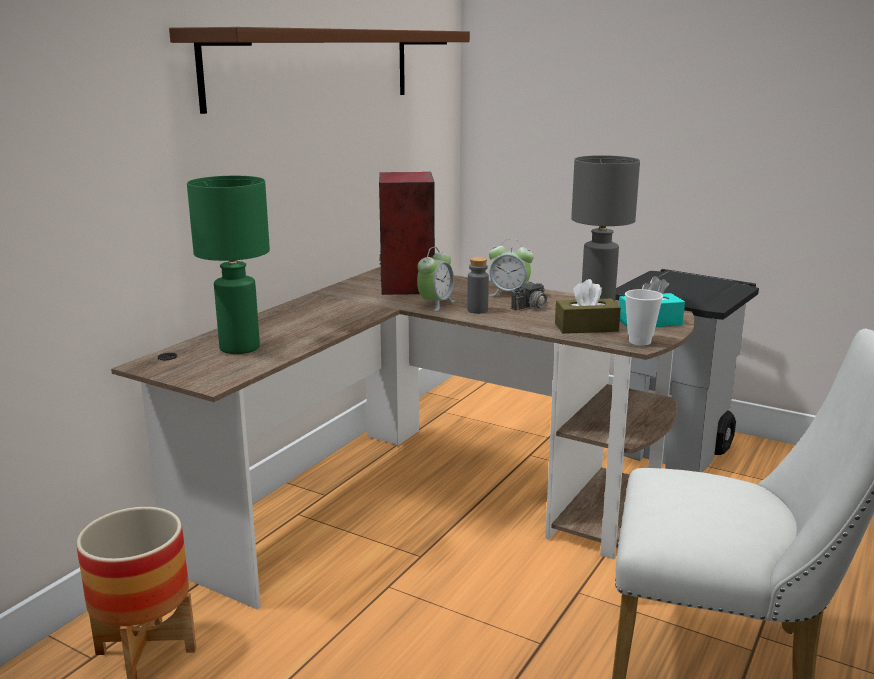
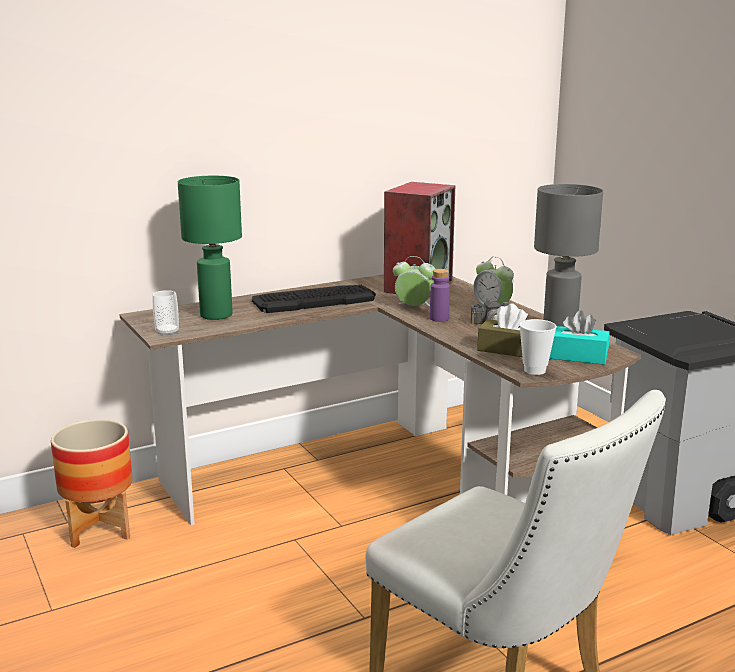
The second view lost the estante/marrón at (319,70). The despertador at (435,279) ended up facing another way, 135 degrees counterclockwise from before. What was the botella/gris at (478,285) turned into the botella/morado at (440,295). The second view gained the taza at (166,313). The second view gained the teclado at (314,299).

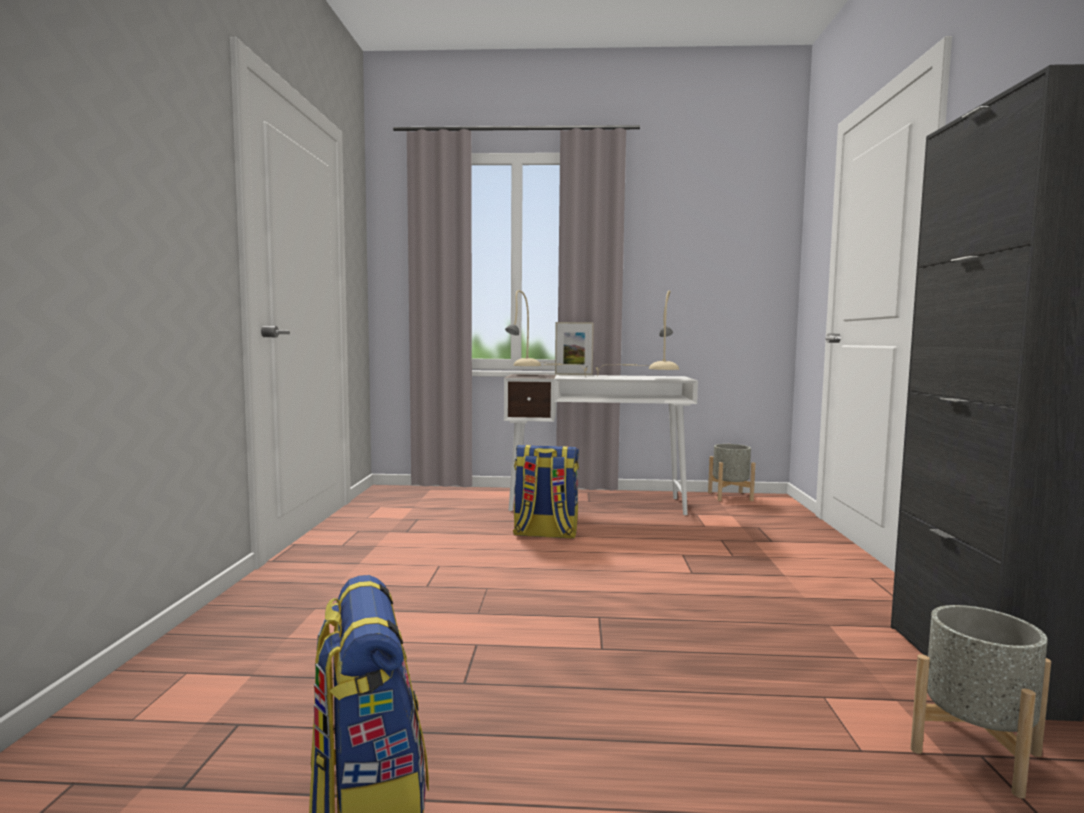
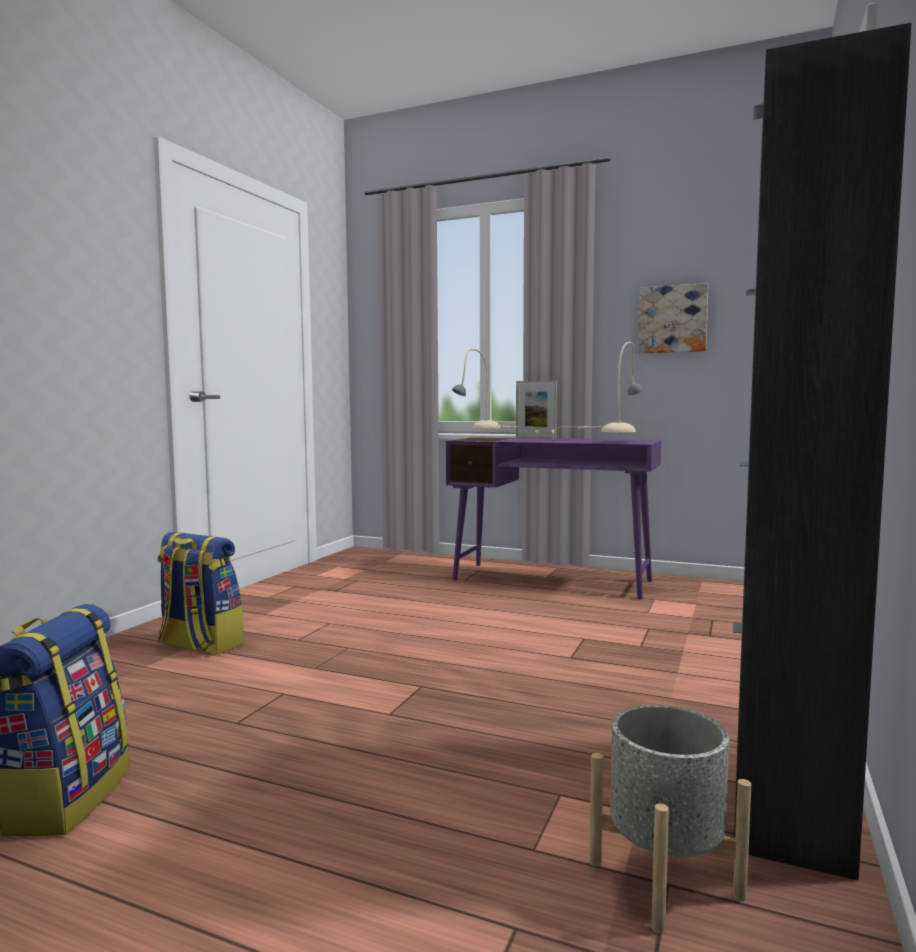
What was the escritorio/blanco at (601,444) turned into the escritorio/morado at (553,518). The mochila ended up elsewhere, having gone from (546,492) to (200,593). The second view lost the maceta/gris at (731,472). The second view gained the cuadro at (673,318).

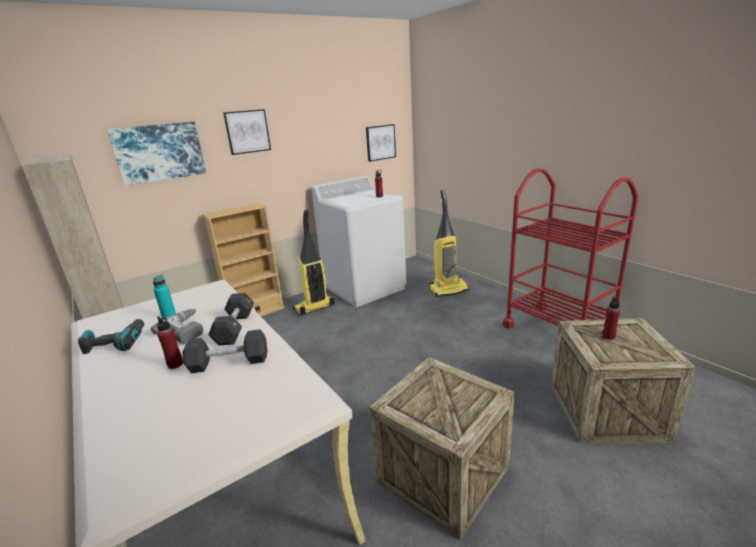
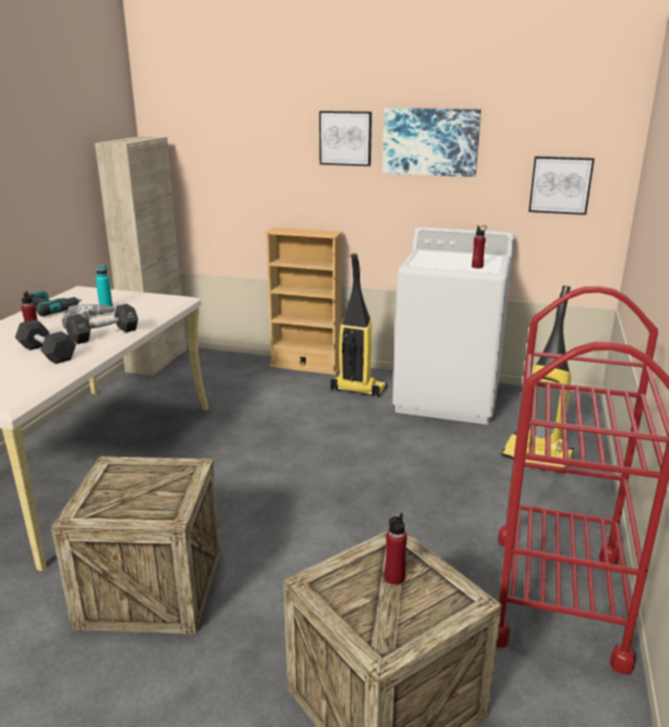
The cuadro ended up elsewhere, having gone from (156,153) to (431,142).

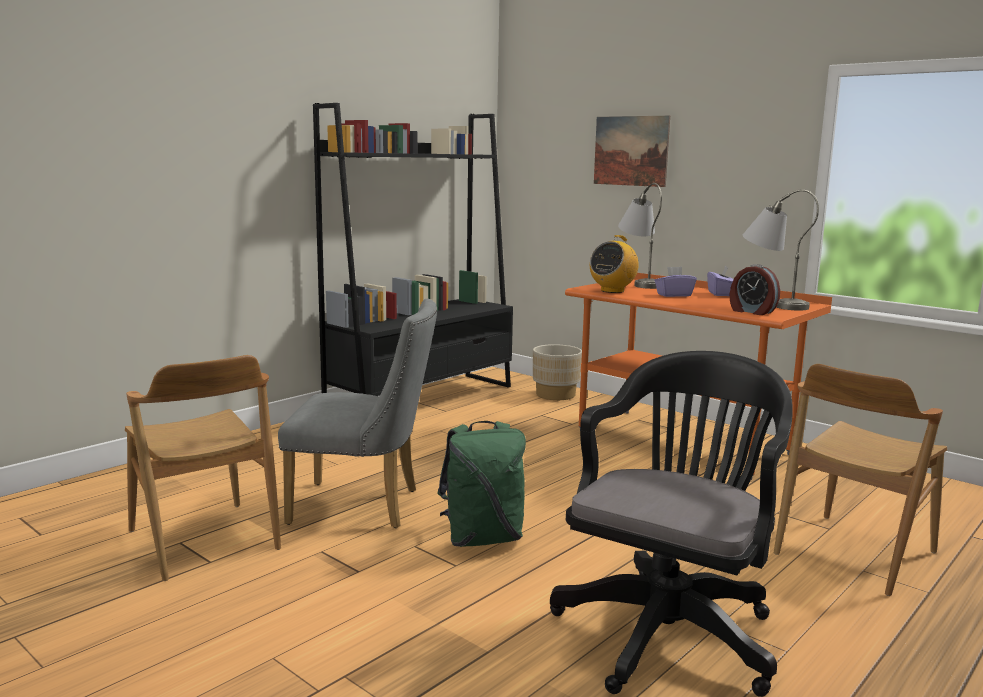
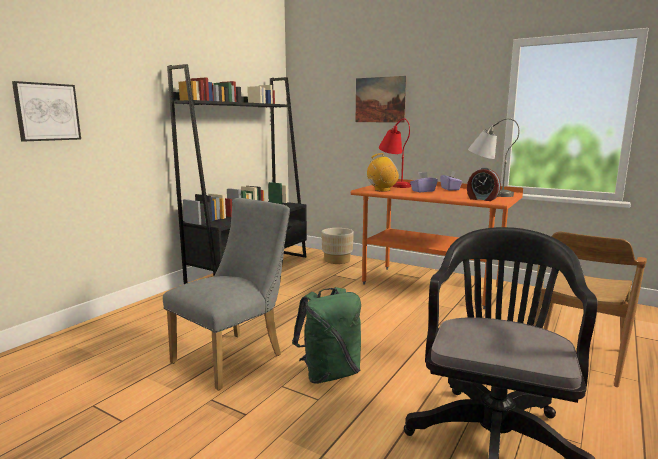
The second view lost the silla/marrón at (203,468). The silla/gris at (357,413) ended up facing another way, 45 degrees counterclockwise from before. The radio at (614,264) ended up facing another way, 135 degrees counterclockwise from before. What was the lámpara de mesa/gris at (640,236) turned into the lámpara de mesa/rojo at (395,153). The second view gained the cuadro at (46,111).

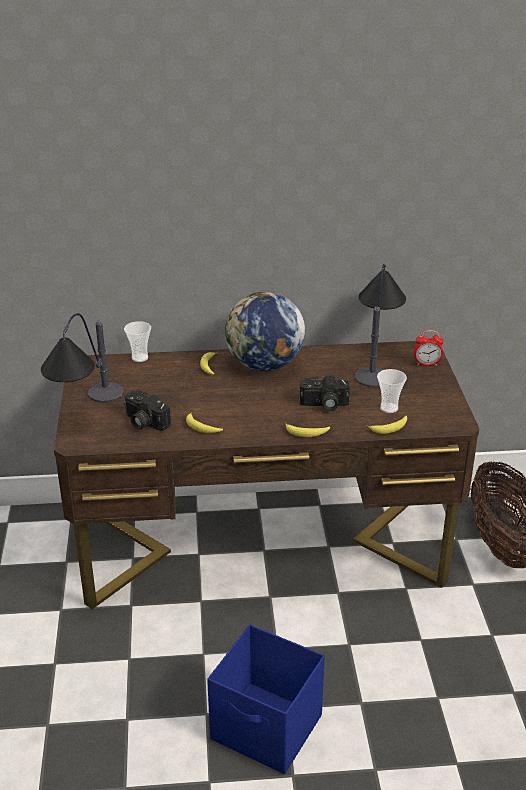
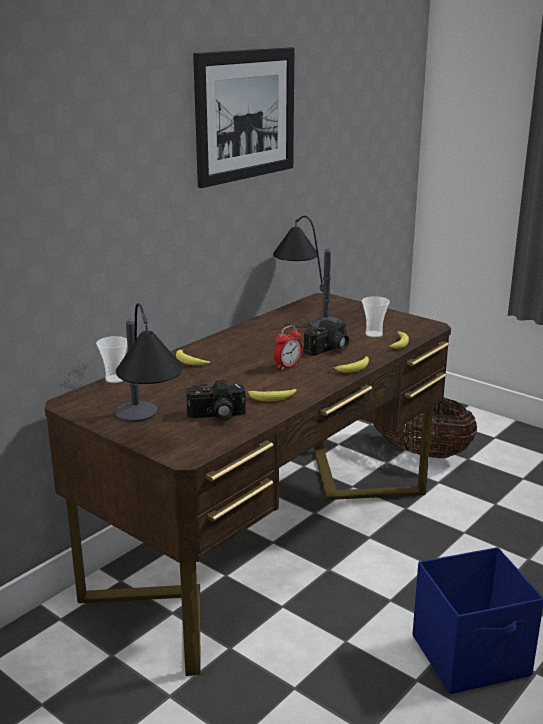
The second view lost the globo terráqueo at (265,331). The despertador ended up elsewhere, having gone from (429,348) to (288,347). The second view gained the cuadro at (244,117).

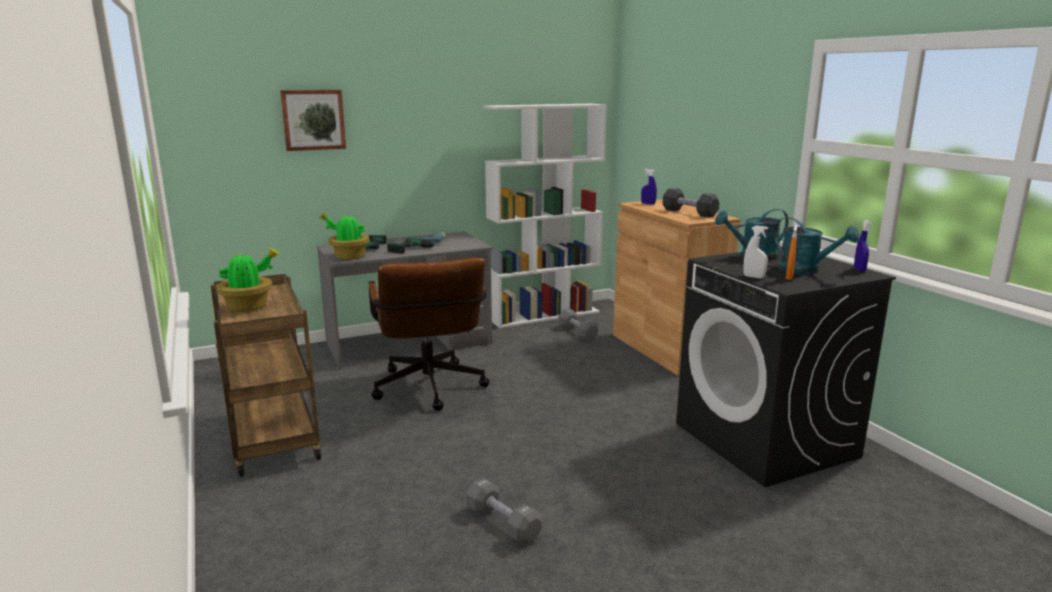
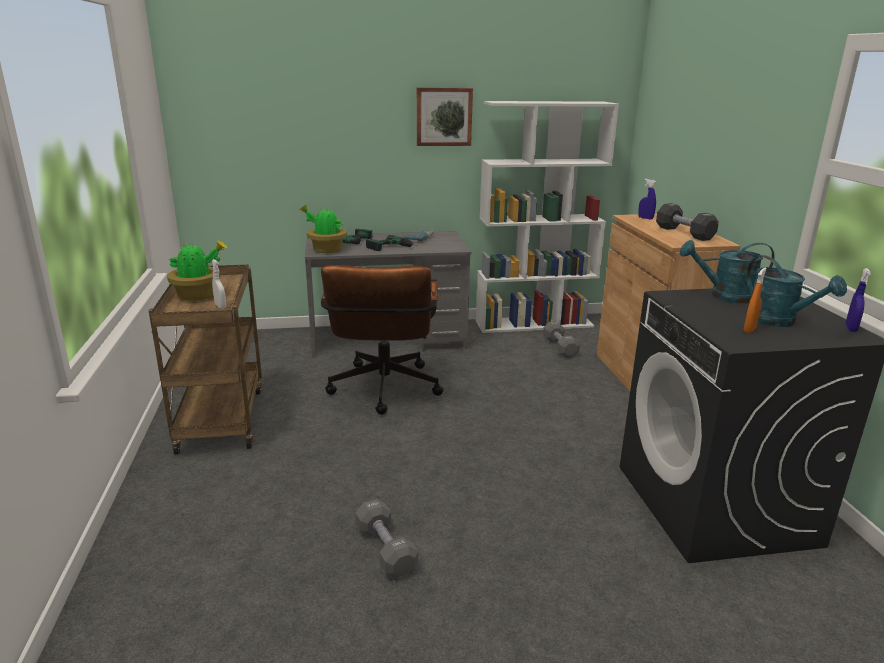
The cuadro ended up elsewhere, having gone from (313,120) to (445,116). The pulverizador/blanco ended up elsewhere, having gone from (755,251) to (219,284).

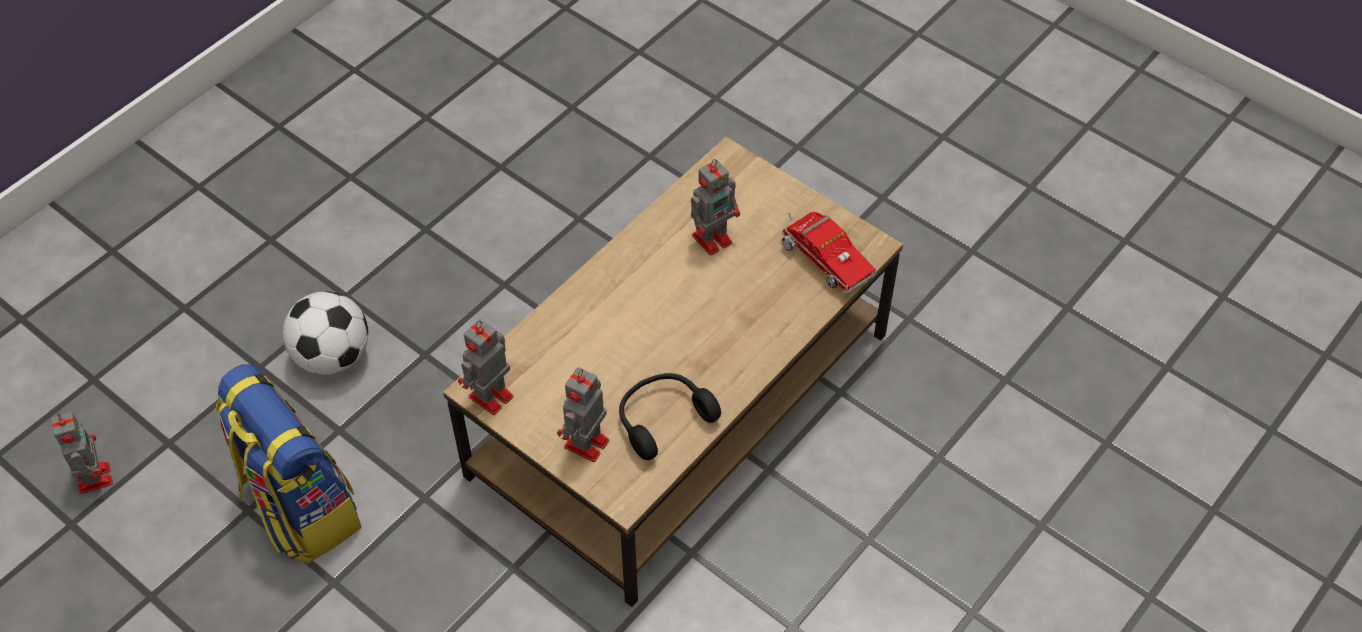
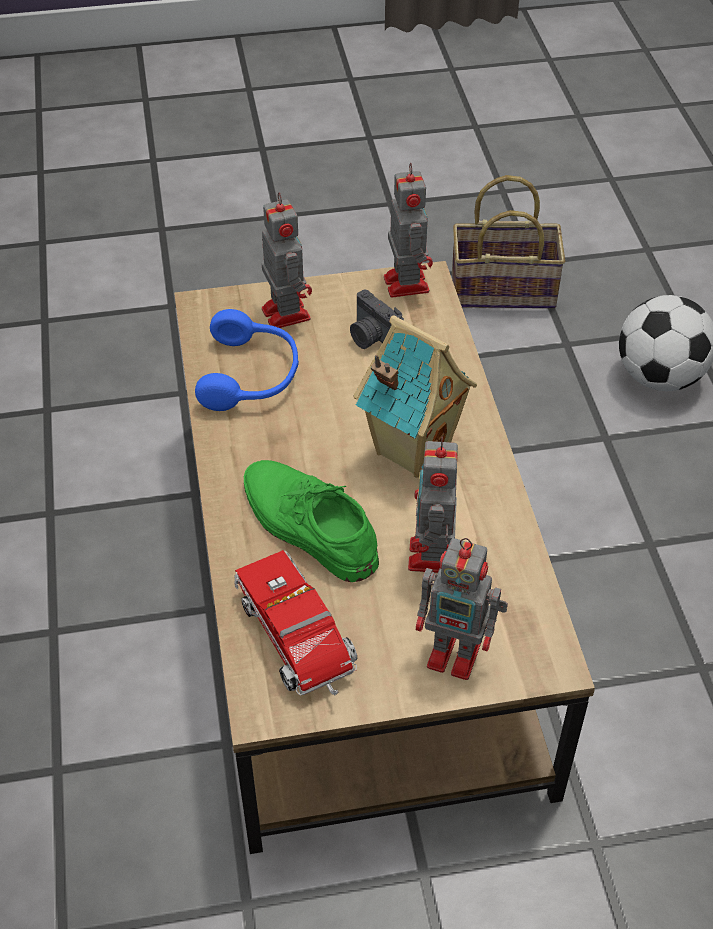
The robot de juguete ended up elsewhere, having gone from (82,453) to (462,609). Where the mochila stood at (288,464), the cesta came to stand at (508,241). What was the auriculares/negro at (670,416) turned into the auriculares/azul at (247,360). The camión de juguete at (828,253) ended up facing another way, 60 degrees clockwise from before. The second view gained the zapato/verde at (311,521). The second view gained the cámara at (377,319). The second view gained the casita at (415,396).

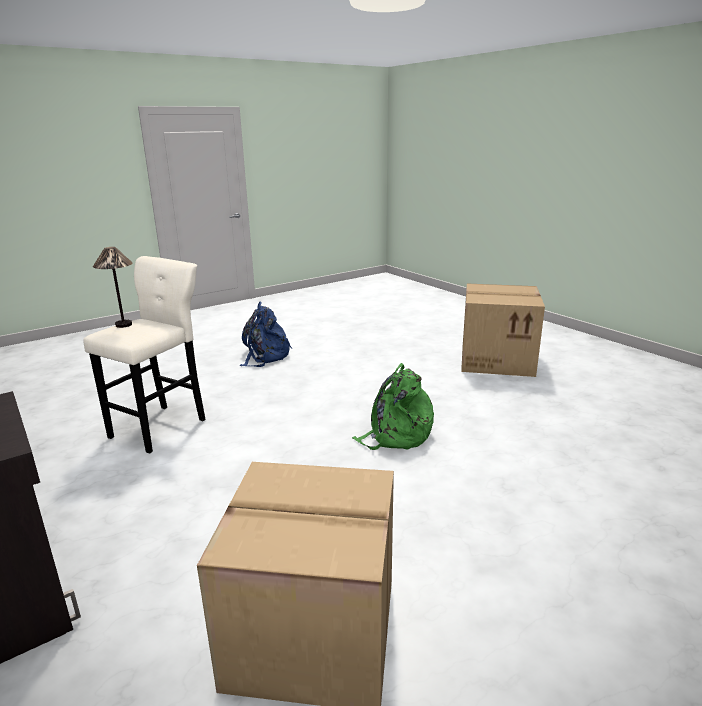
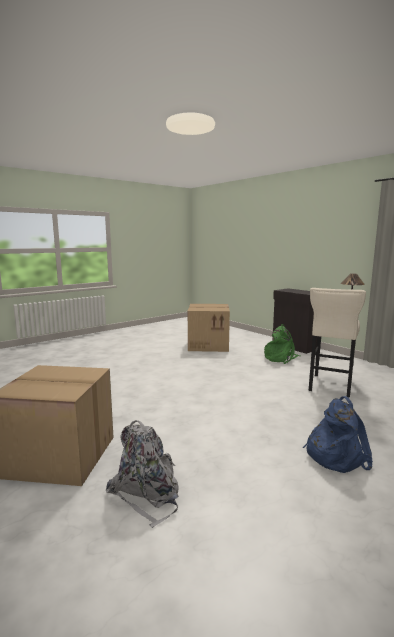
The mochila/verde ended up elsewhere, having gone from (393,406) to (282,344). The second view gained the mochila/gris at (142,474).

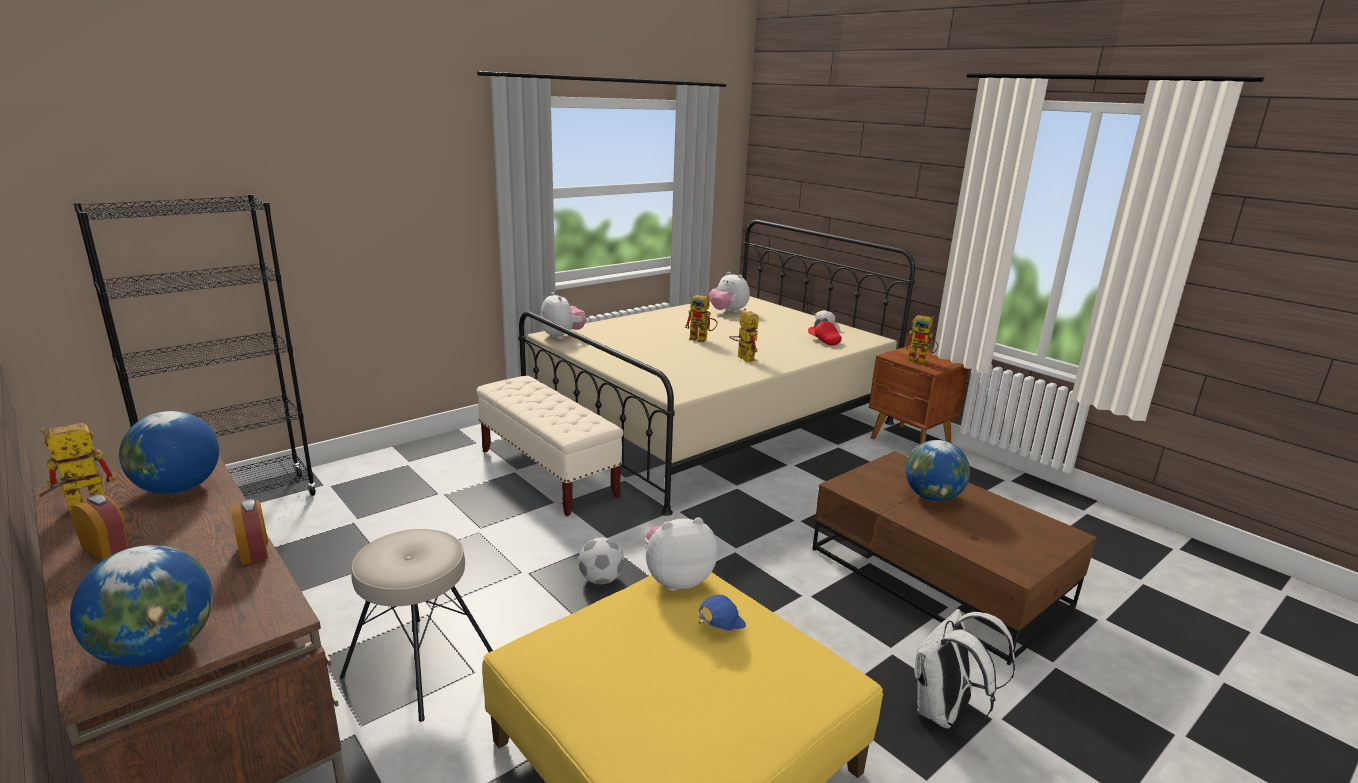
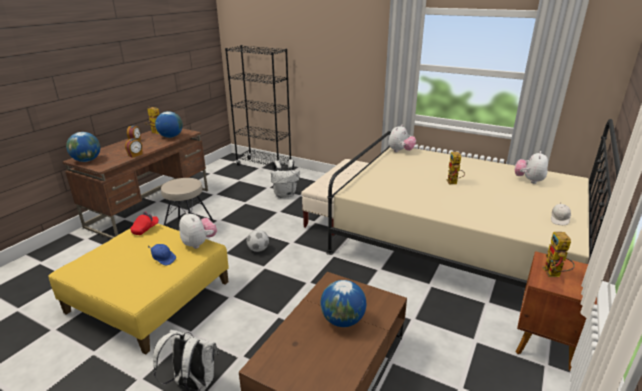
The second view lost the robot de juguete at (744,335). The gorra/rojo ended up elsewhere, having gone from (825,331) to (144,223). The second view gained the mochila/blanco at (285,178).

